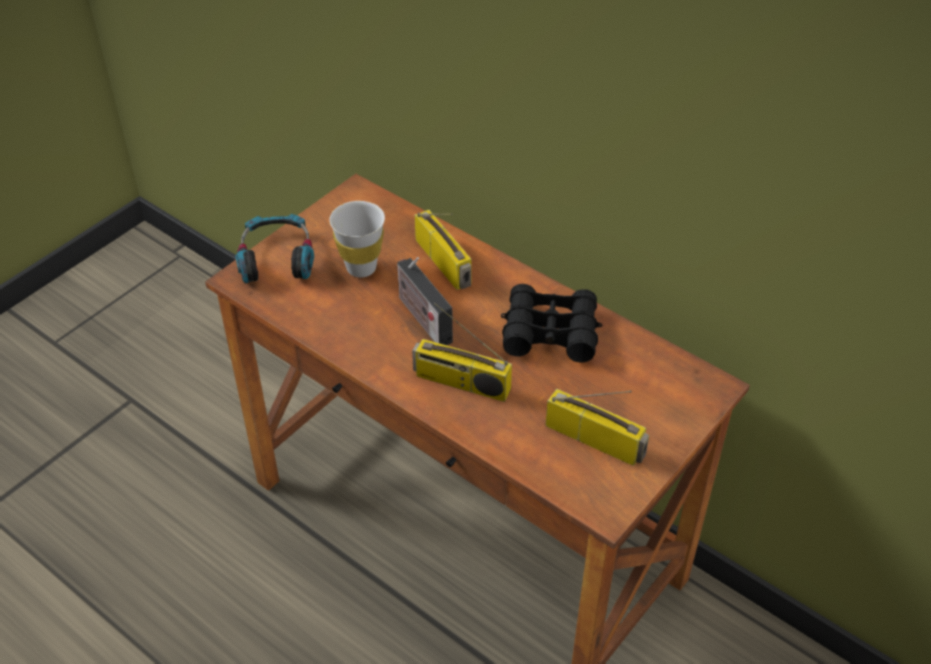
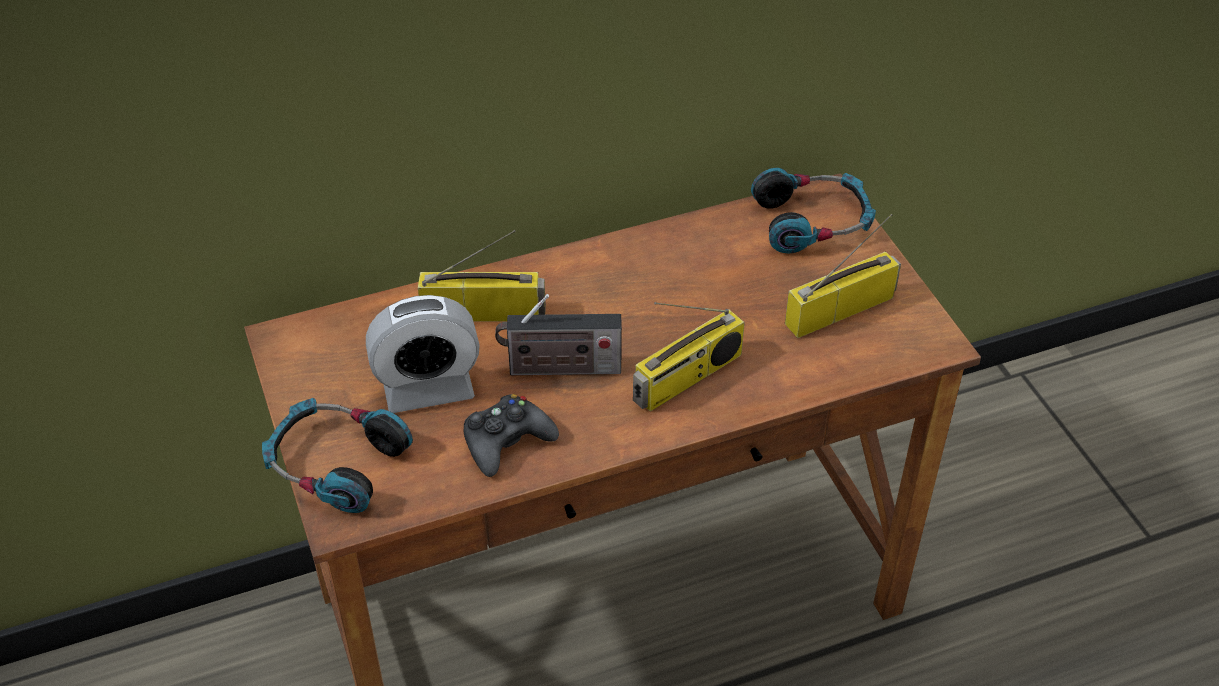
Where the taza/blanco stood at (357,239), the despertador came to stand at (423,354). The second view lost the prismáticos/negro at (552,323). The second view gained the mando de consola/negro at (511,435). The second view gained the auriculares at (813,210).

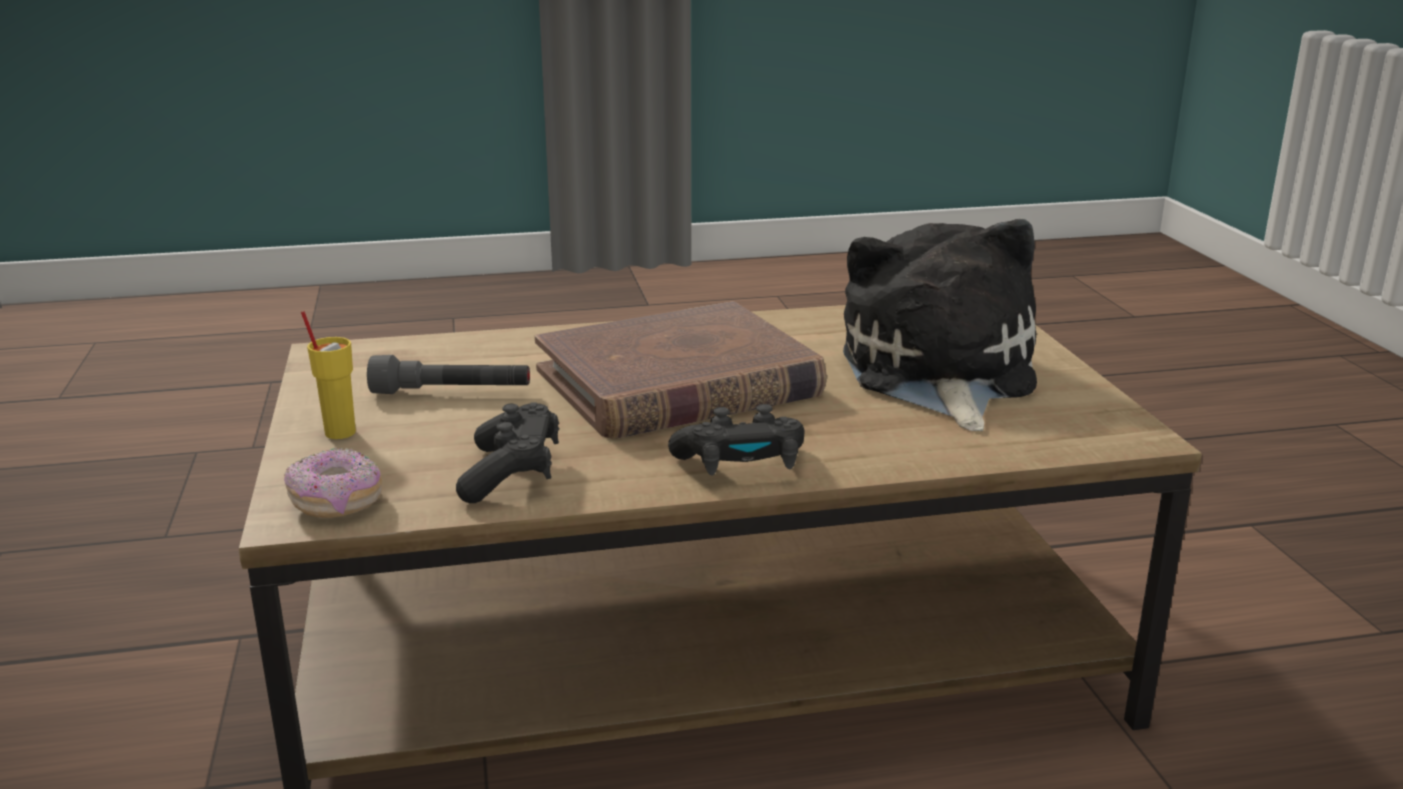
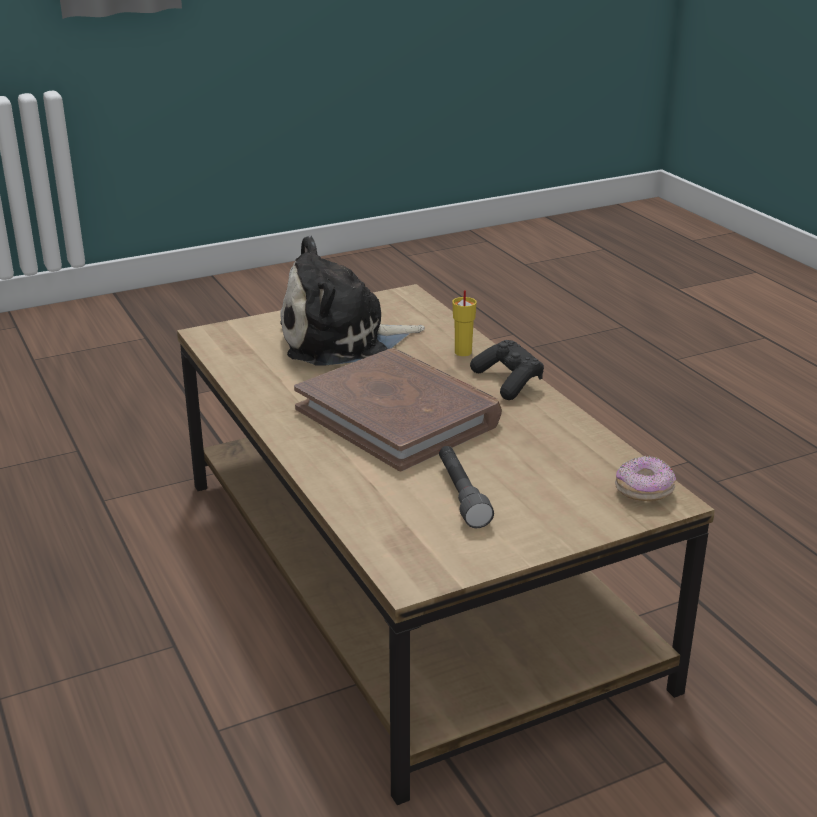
The taza/amarillo ended up elsewhere, having gone from (328,375) to (465,323). The second view lost the mando de consola/negro at (507,453).

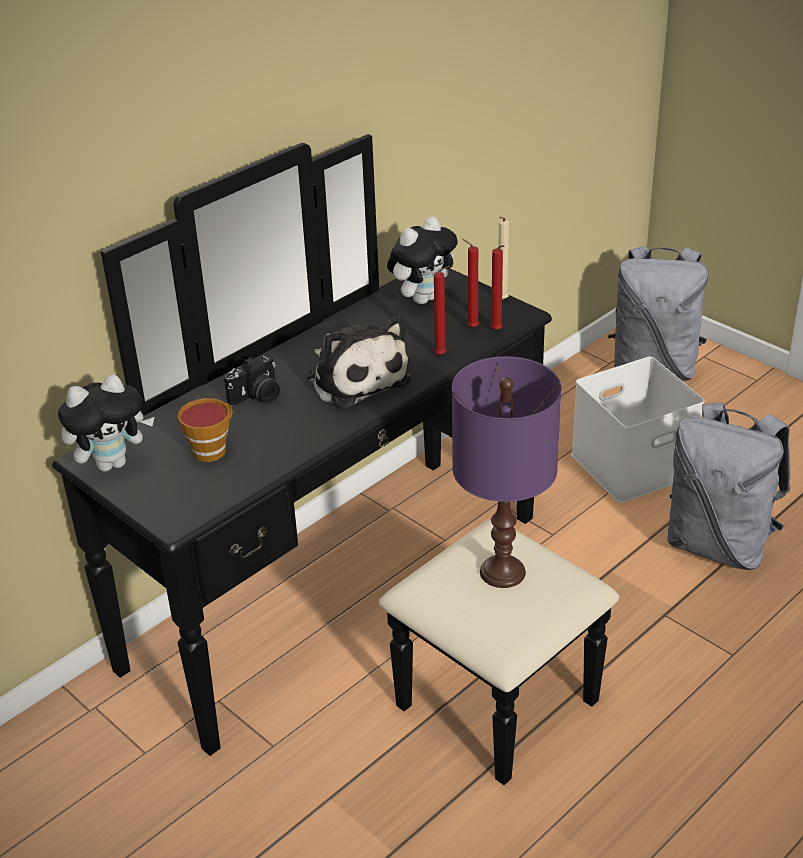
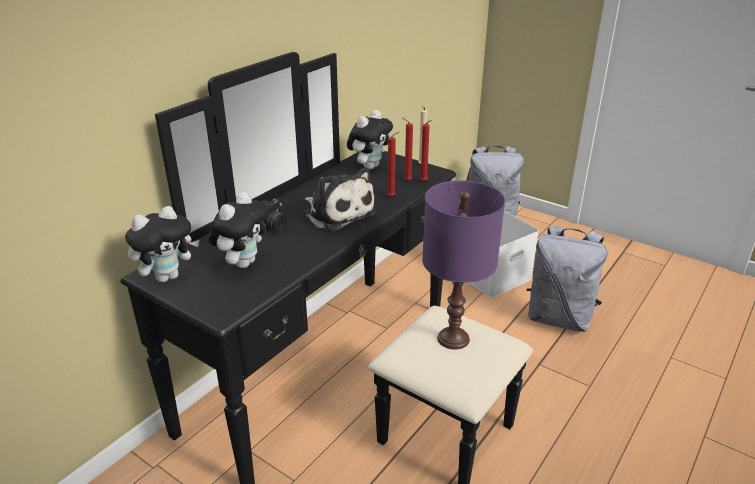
Where the taza stood at (205,430), the peluche came to stand at (238,230).

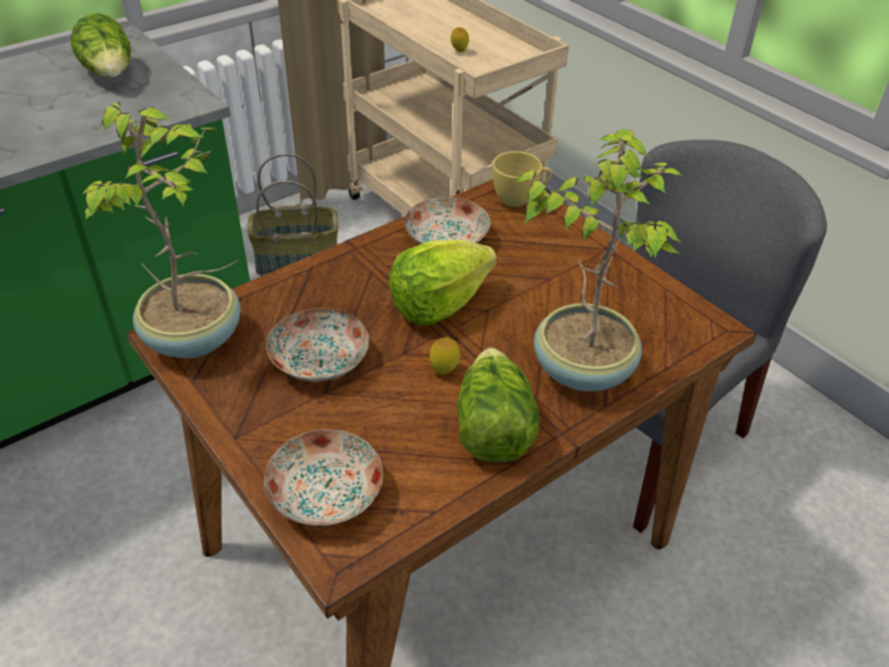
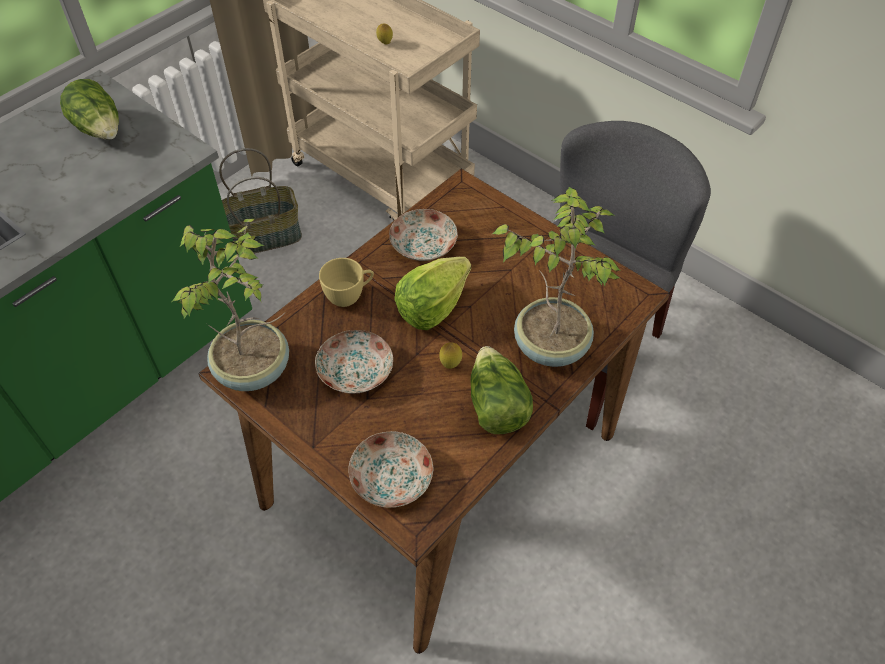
The taza/amarillo ended up elsewhere, having gone from (522,179) to (346,282).

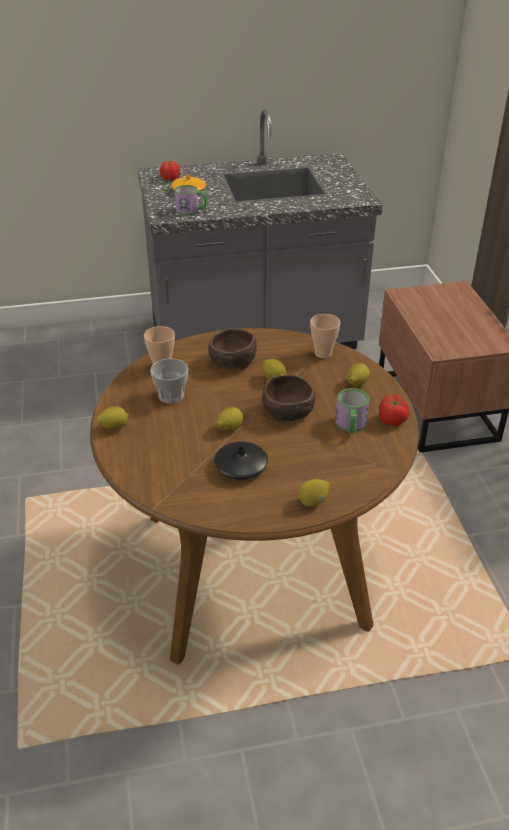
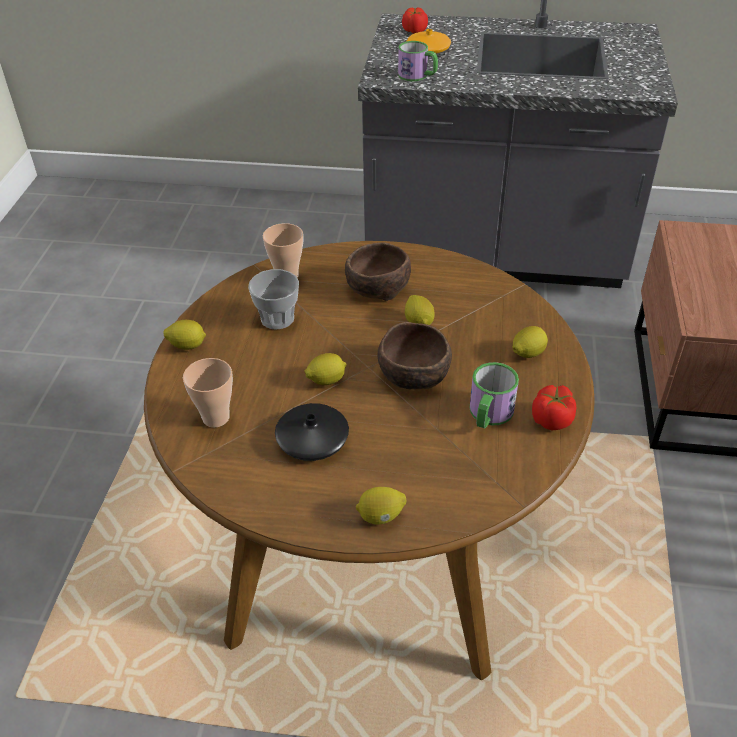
The taza ended up elsewhere, having gone from (325,336) to (208,392).

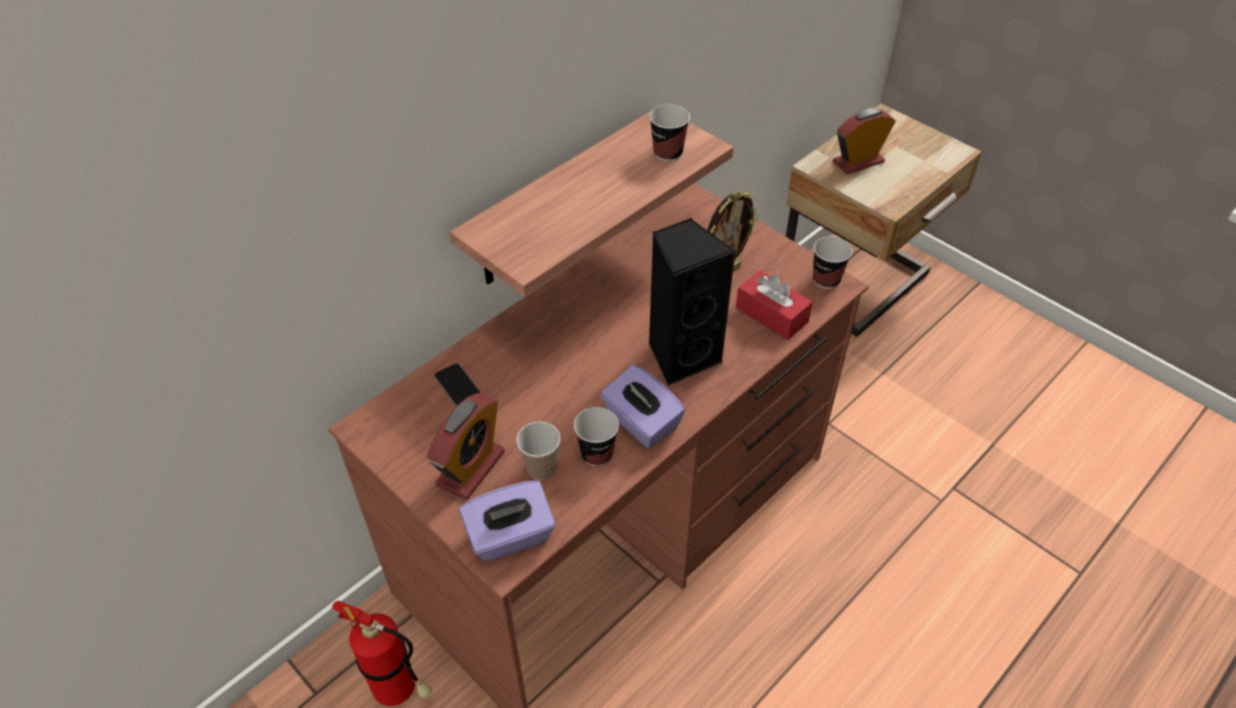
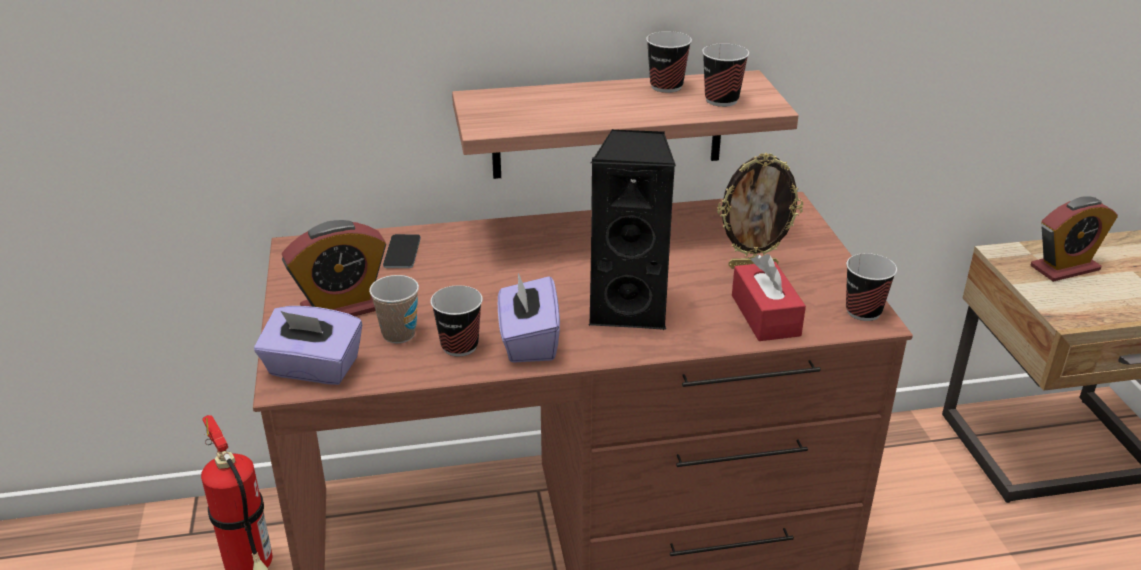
The despertador at (864,141) ended up facing another way, 150 degrees clockwise from before. The second view gained the taza at (669,62).

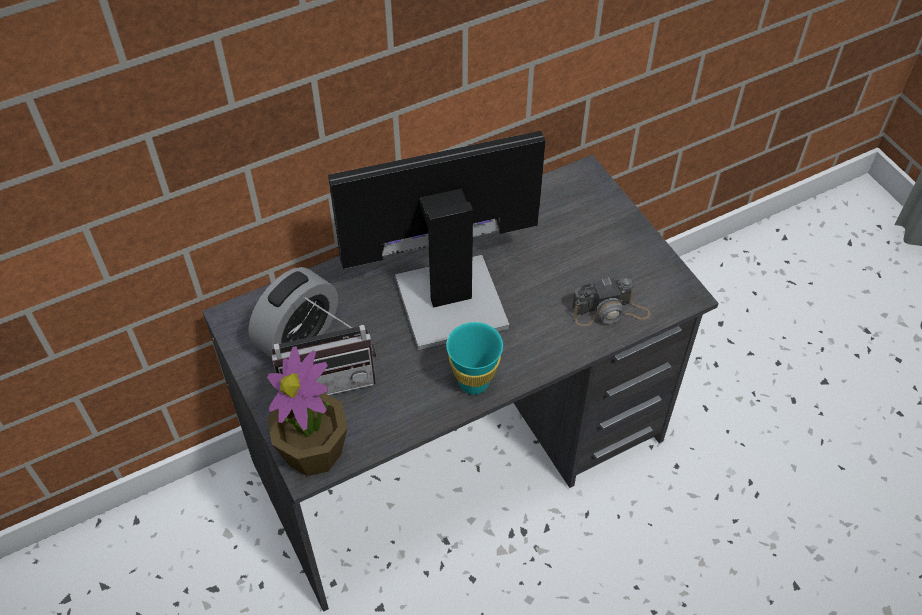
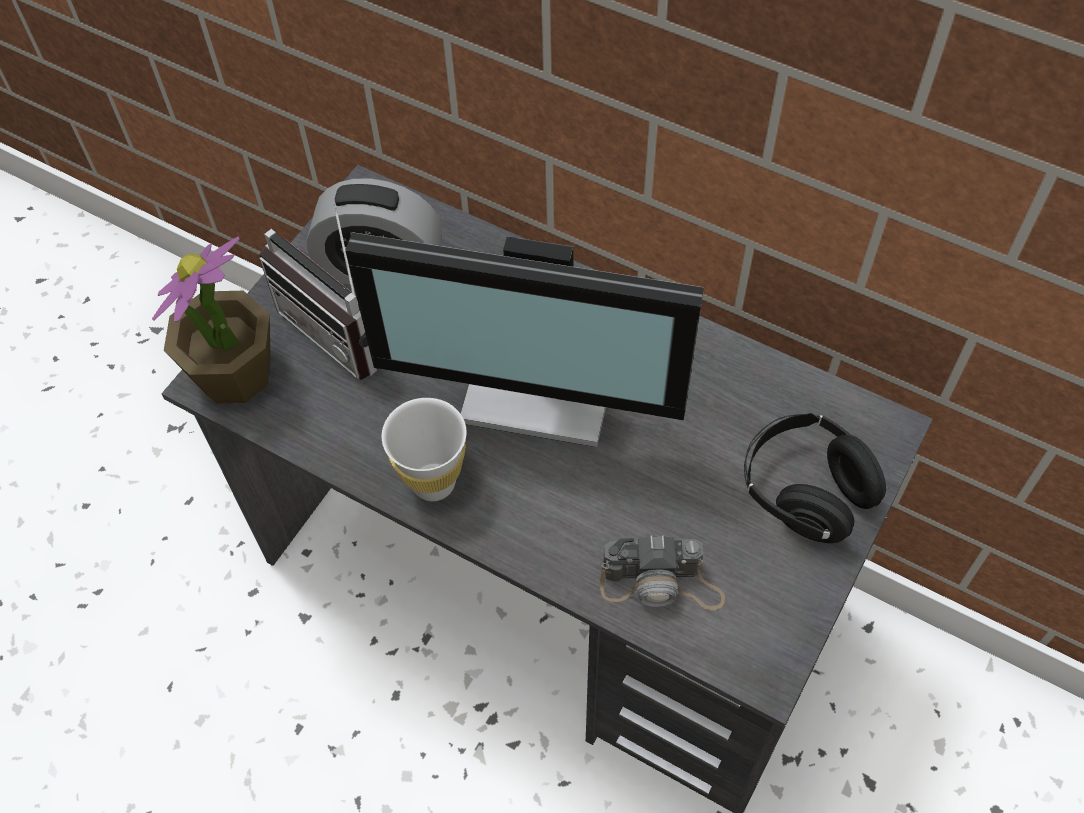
The monitor at (437,240) ended up facing another way, 150 degrees clockwise from before. What was the taza/turquesa at (474,358) turned into the taza/blanco at (424,449). The cámara at (611,301) ended up facing another way, 45 degrees counterclockwise from before. The second view gained the auriculares/negro at (816,478).

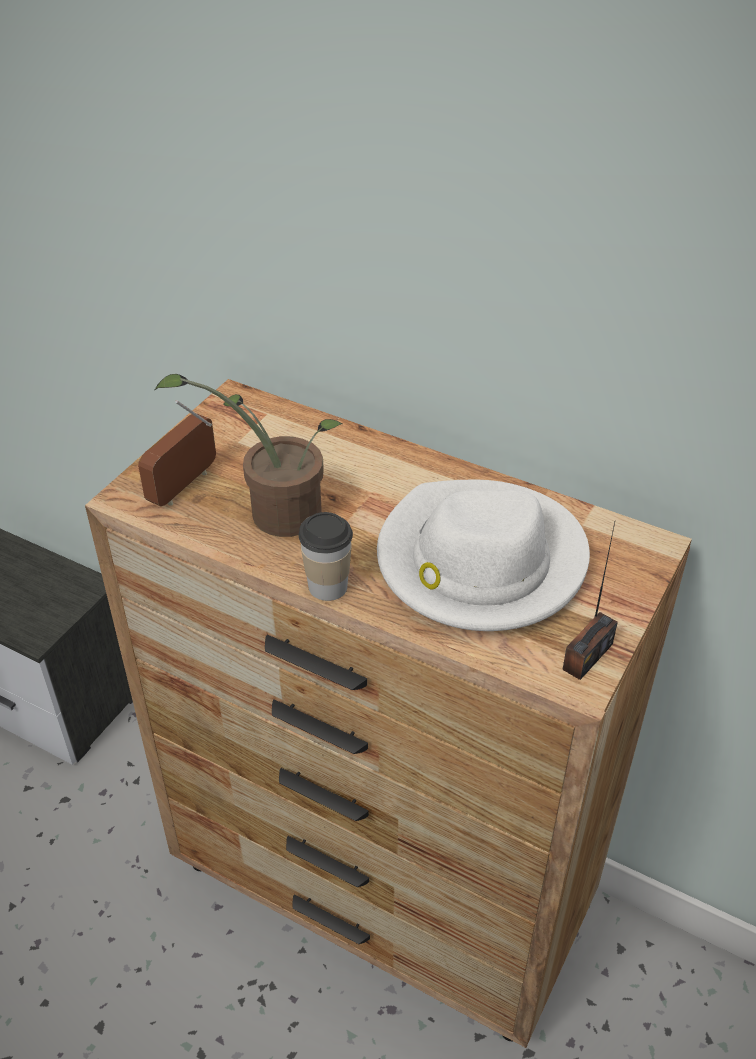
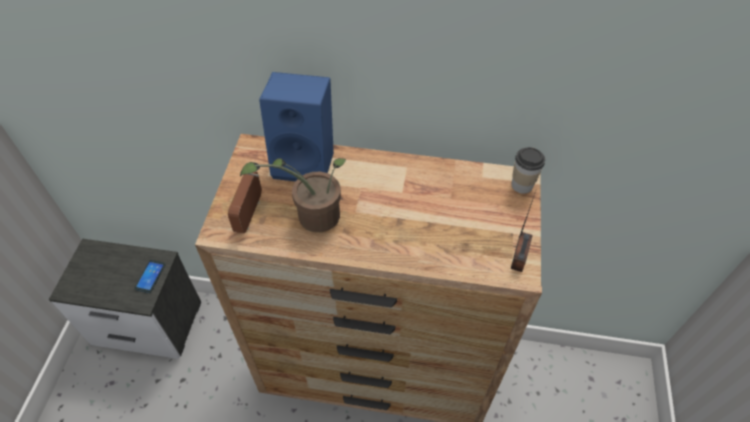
The taza ended up elsewhere, having gone from (326,556) to (528,170). The second view lost the sombrero/blanco at (483,555). The second view gained the móvil at (150,276). The second view gained the altavoz/azul at (296,126).

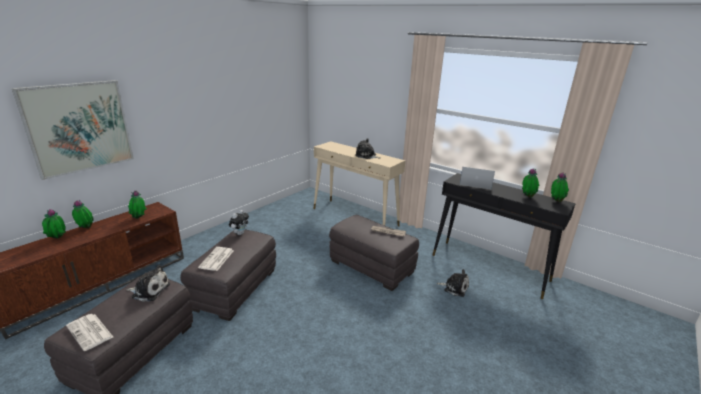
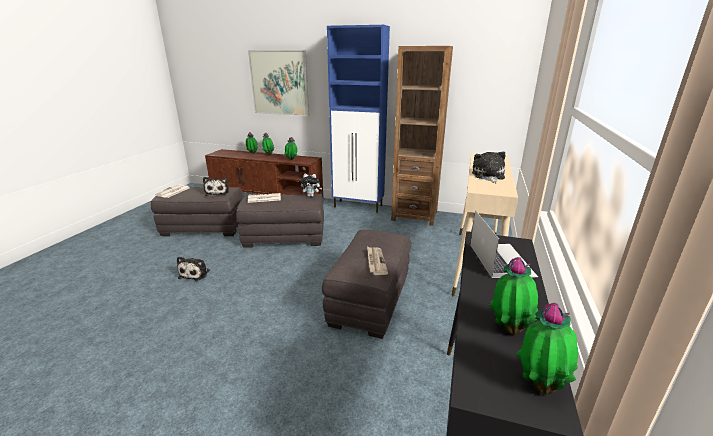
The peluche ended up elsewhere, having gone from (453,283) to (193,269). The second view gained the armario/azul at (358,119). The second view gained the estantería/marrón at (422,136).

